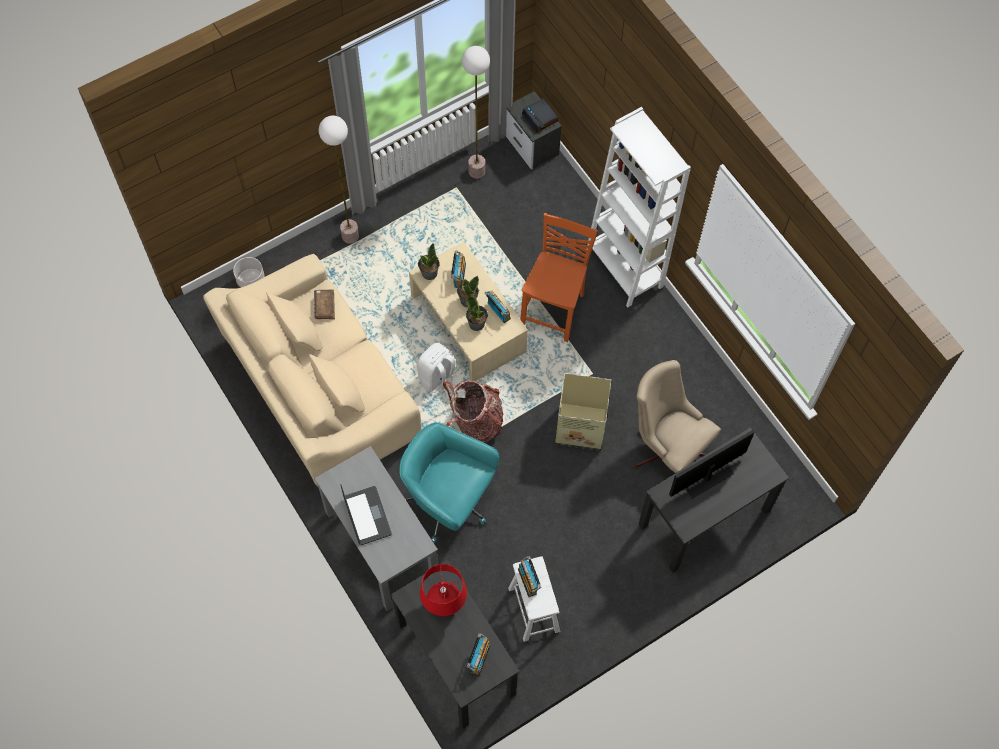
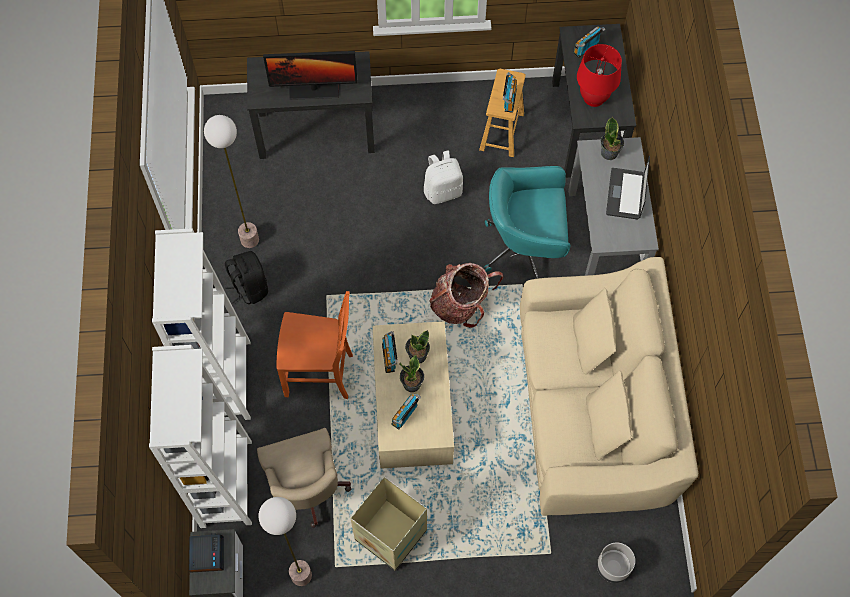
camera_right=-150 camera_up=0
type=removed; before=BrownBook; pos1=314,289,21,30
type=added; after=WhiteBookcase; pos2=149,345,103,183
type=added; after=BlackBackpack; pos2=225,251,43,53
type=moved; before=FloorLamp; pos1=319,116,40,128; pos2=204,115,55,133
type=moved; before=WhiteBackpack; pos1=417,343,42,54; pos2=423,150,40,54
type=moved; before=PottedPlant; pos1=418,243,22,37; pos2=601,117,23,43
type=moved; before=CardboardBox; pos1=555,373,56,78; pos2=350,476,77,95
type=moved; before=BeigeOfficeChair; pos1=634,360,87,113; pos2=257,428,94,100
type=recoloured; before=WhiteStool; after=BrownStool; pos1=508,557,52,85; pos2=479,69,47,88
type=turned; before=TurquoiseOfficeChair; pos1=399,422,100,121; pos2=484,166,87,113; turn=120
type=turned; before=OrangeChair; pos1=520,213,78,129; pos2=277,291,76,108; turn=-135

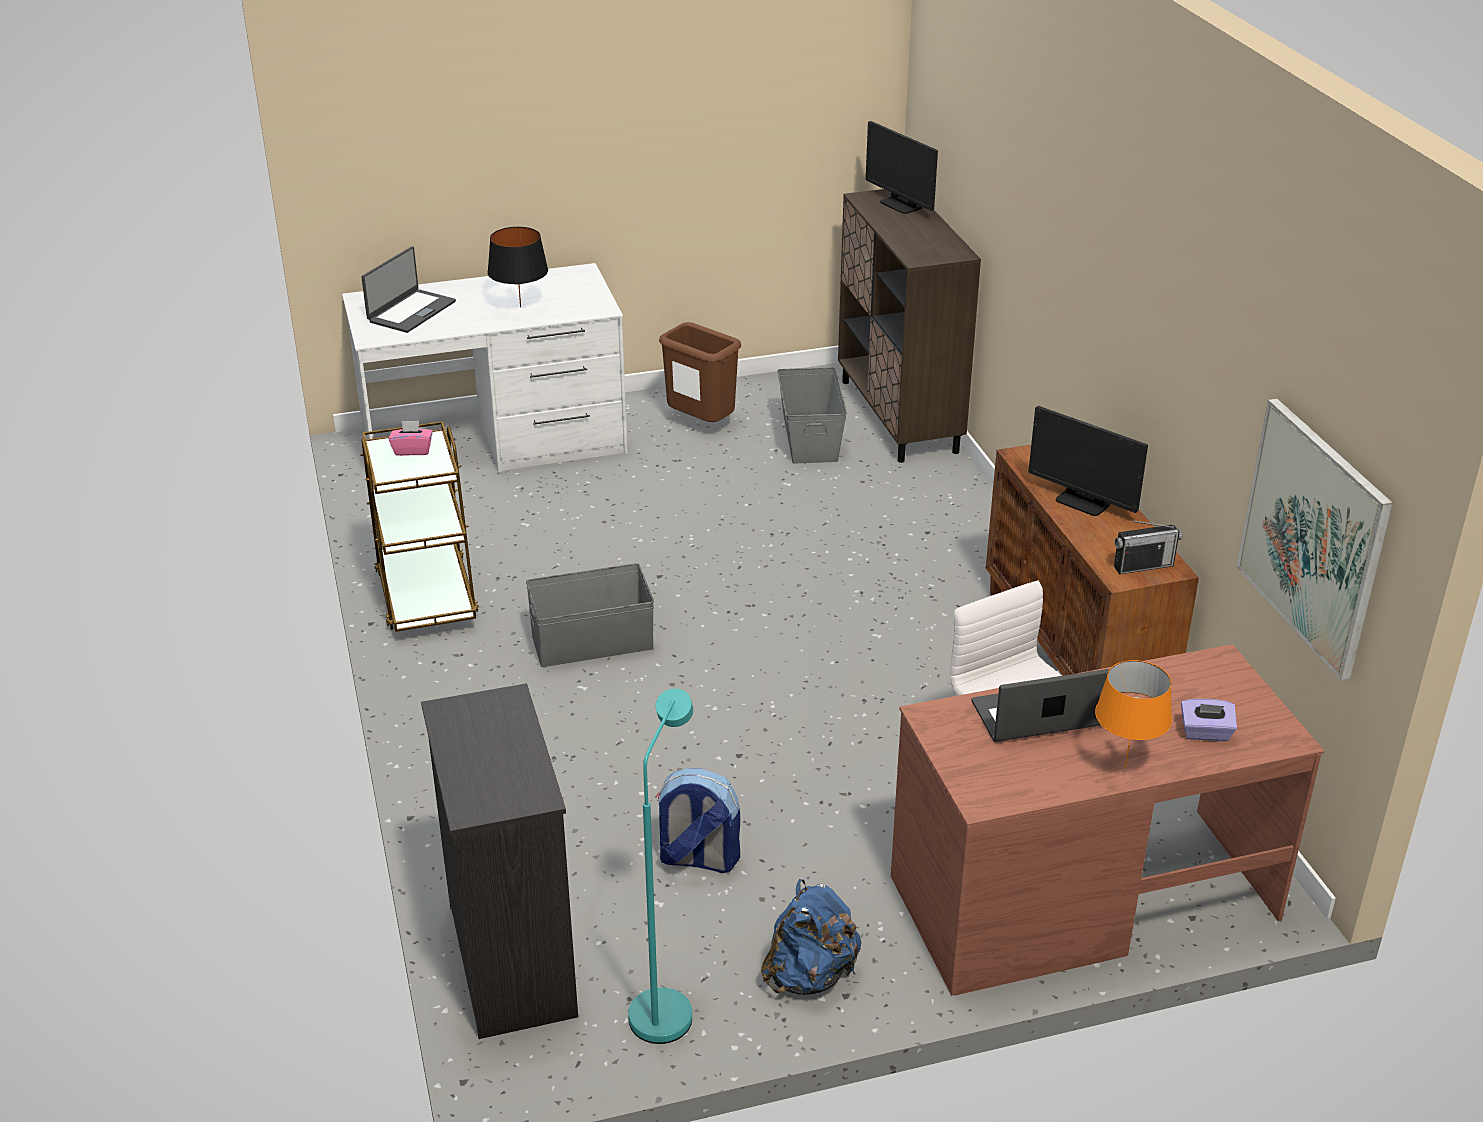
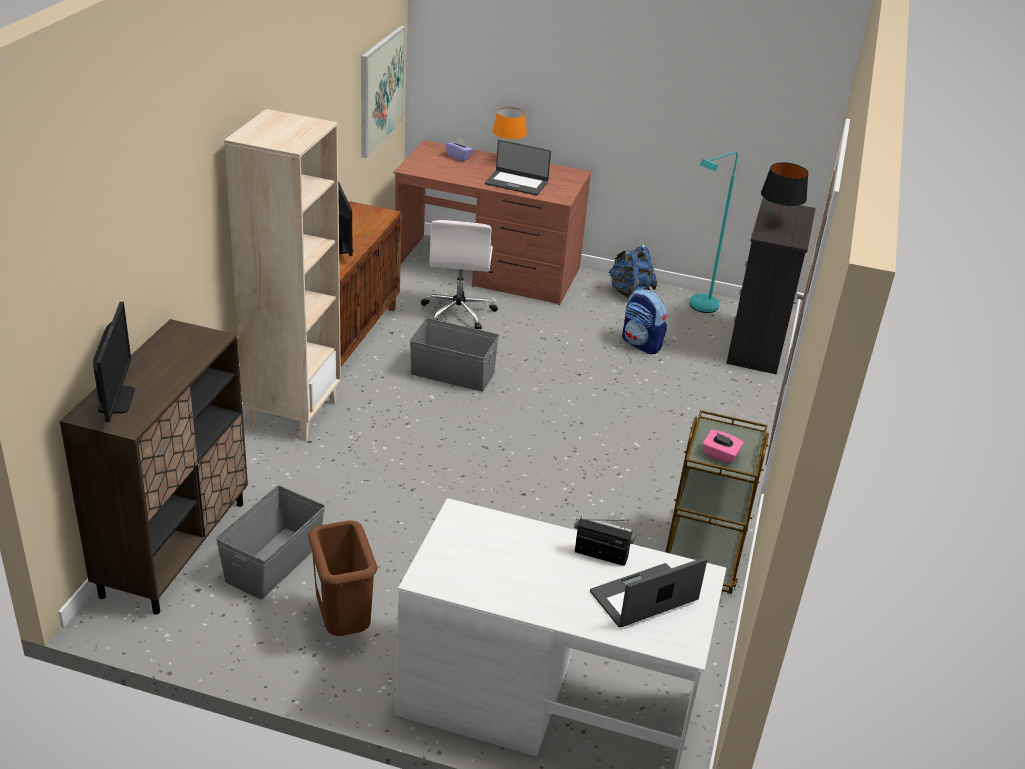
camera_right=-150 camera_up=0
type=added; after=BeigeBookcase; pos2=224,109,117,332
type=moved; before=BlackTableLamp; pos1=487,227,61,81; pos2=761,162,48,60
type=moved; before=GreyStorageBox; pos1=526,563,128,104; pos2=410,318,89,73
type=moved; before=Radio; pos1=1114,520,68,54; pos2=574,516,62,50

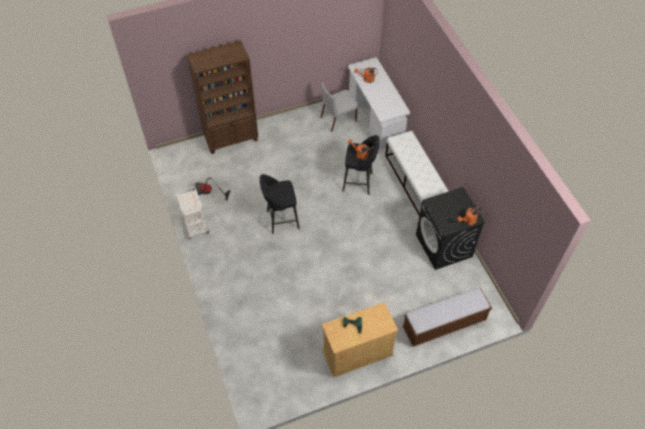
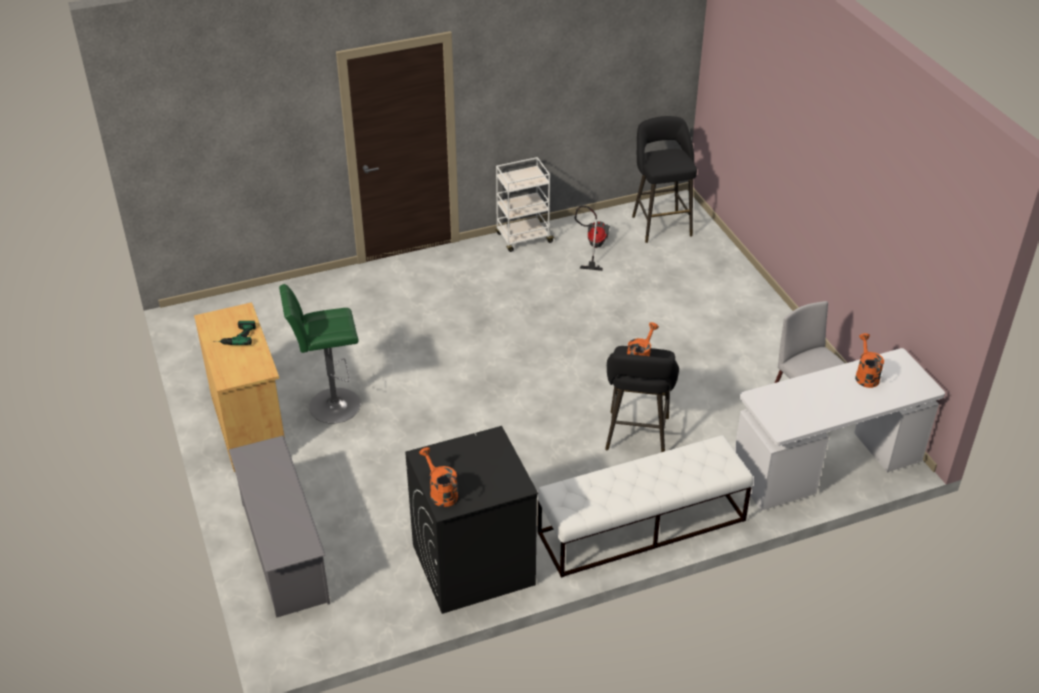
camera_right=90 camera_up=-15
type=removed; before=BrownBookcase; pos1=187,40,71,114
type=added; after=GreenStool; pos2=279,284,81,140
type=moved; before=BlackStool; pos1=260,174,40,60; pos2=632,116,65,127
type=replaced; before=Bench; after=GreyShoeRack; pos1=403,287,89,60; pos2=229,436,101,182

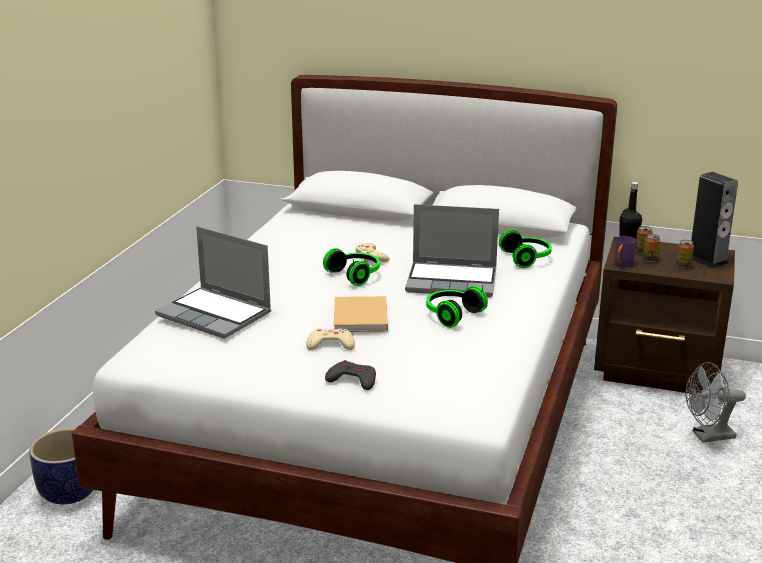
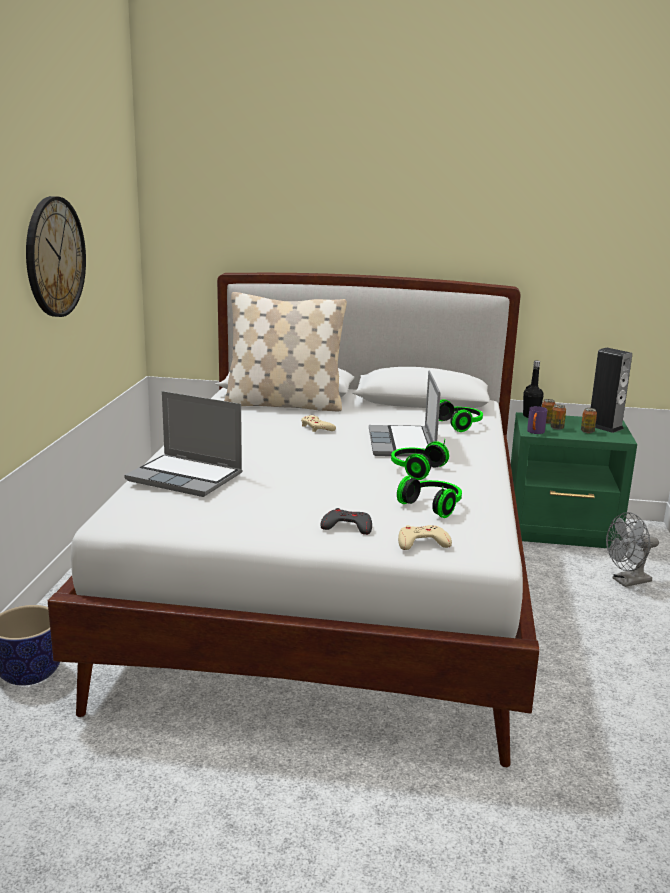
camera_right=-10 camera_up=-5
type=removed; before=BeigeBook; pos1=334,296,54,36
type=added; after=WallClock; pos2=26,196,60,121
type=added; after=BeigePillow; pos2=224,292,123,120
type=moved; before=BeigeGameController; pos1=306,328,49,22; pos2=398,525,54,25
type=moved; before=Headphones; pos1=323,248,57,38; pos2=397,476,65,42
type=recoloured; before=BrownNightstand; after=GreenNightstand; pos1=594,237,141,157; pos2=511,412,126,136
type=turned; before=Laptop; pos1=405,204,94,94; pos2=369,371,72,86; turn=90

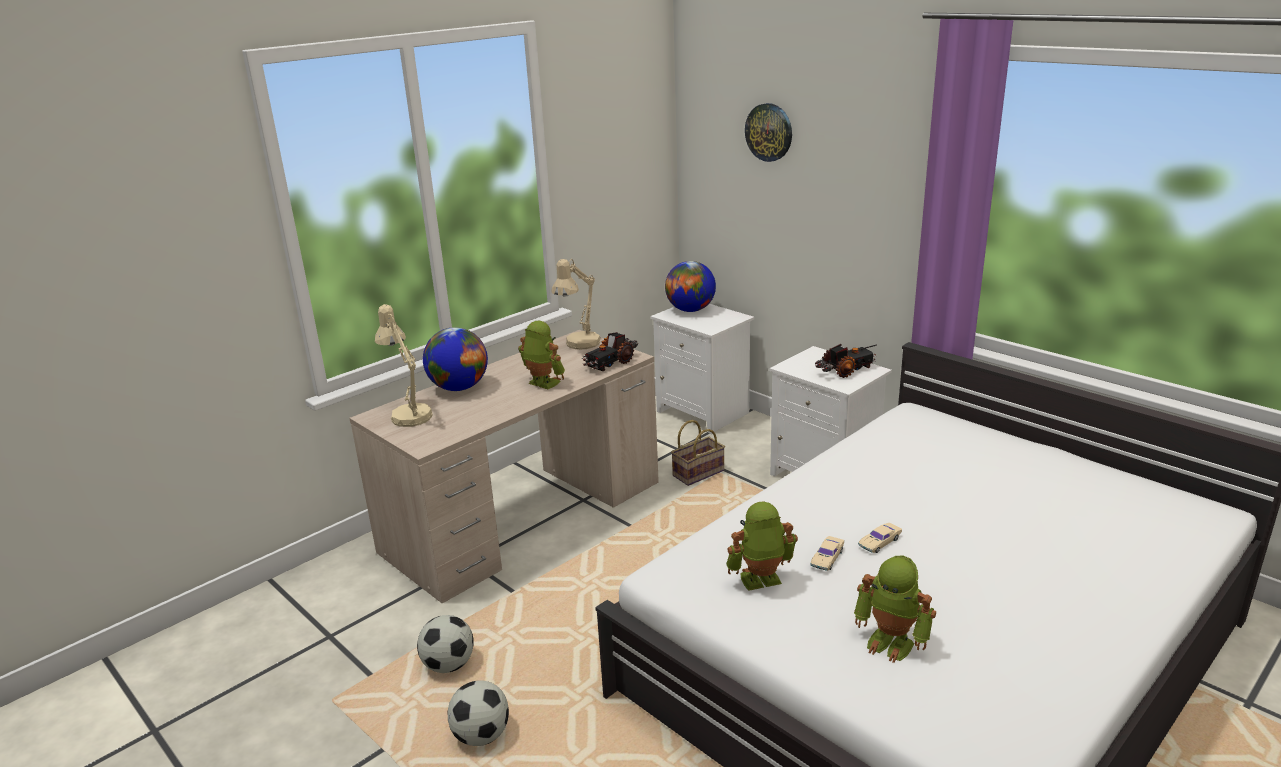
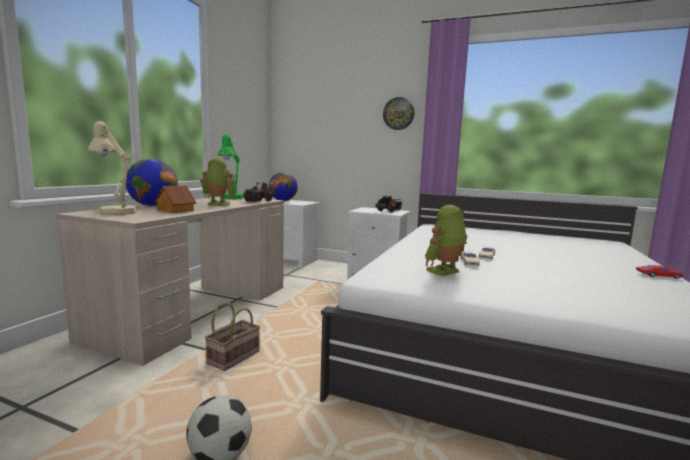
camera_right=-25 camera_up=-15
type=removed; before=Football; pos1=417,615,56,58
type=removed; before=ToyRobot; pos1=854,555,82,108
type=added; after=ToyHouse; pos2=155,185,42,28
type=added; after=RedToyCar; pos2=636,265,48,14
type=moved; before=Basket; pos1=671,420,54,66; pos2=205,302,55,69
type=moved; before=WallClock; pos1=745,103,47,59; pos2=383,97,32,33
type=recoloured; before=BeigeTableLamp; after=GreenTableLamp; pos1=551,259,49,90; pos2=218,134,26,65

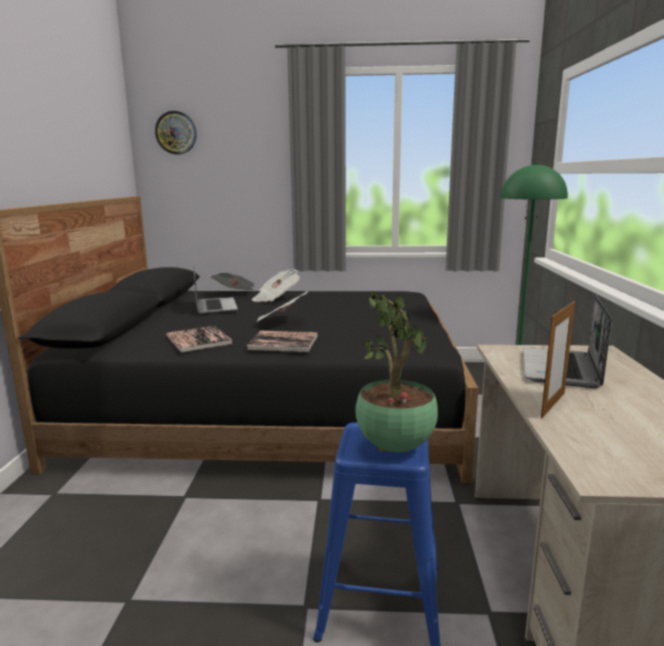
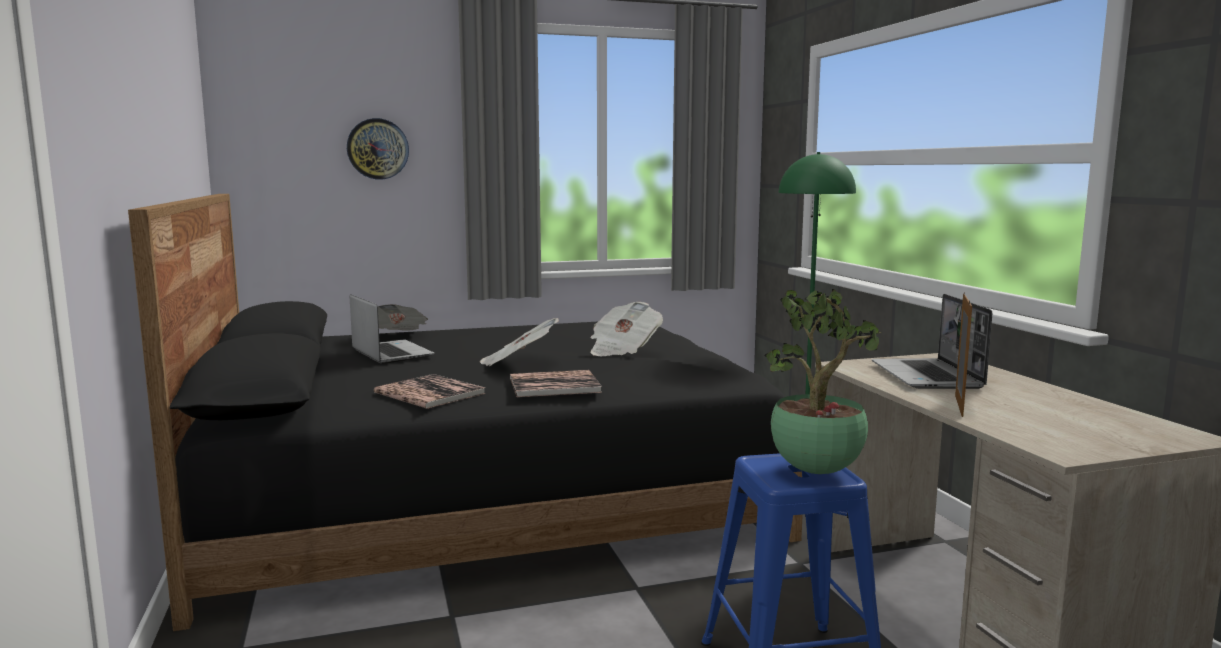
camera_right=-20 camera_up=-5
type=moved; before=WallClock; pos1=155,111,42,44; pos2=347,118,62,61
type=moved; before=Newspaper; pos1=252,269,48,33; pos2=590,302,73,54

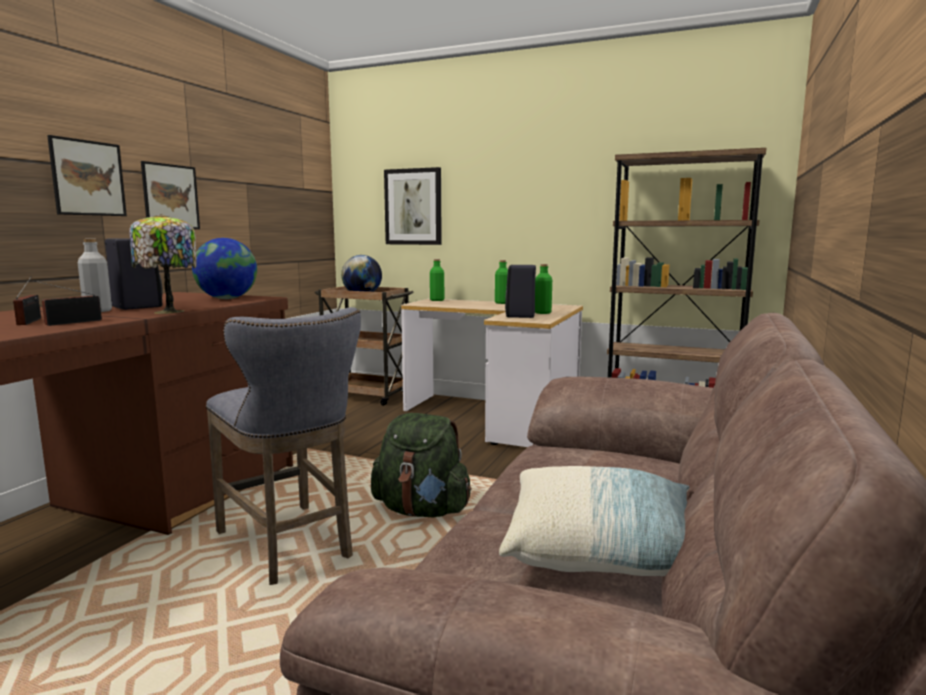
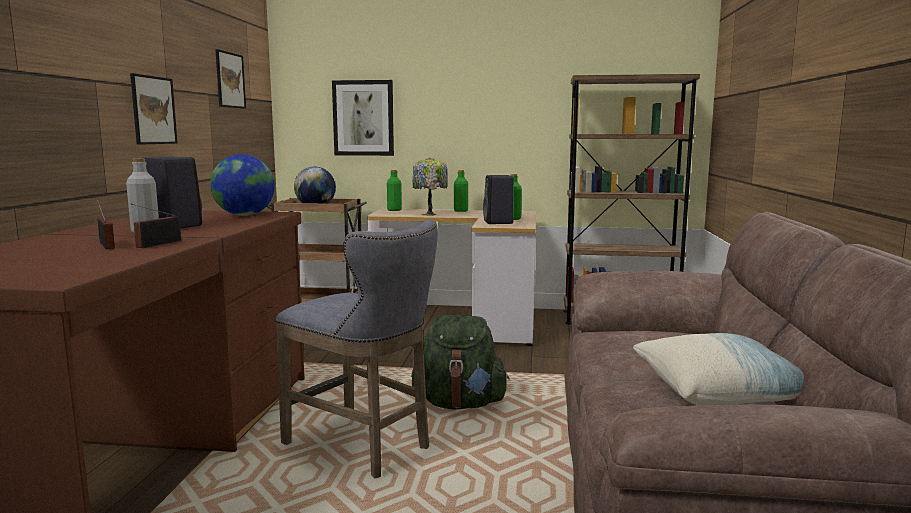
camera_right=-15 camera_up=0
type=moved; before=Picture; pos1=47,135,80,81; pos2=215,49,31,60
type=moved; before=TableLamp; pos1=129,214,68,100; pos2=413,157,35,59

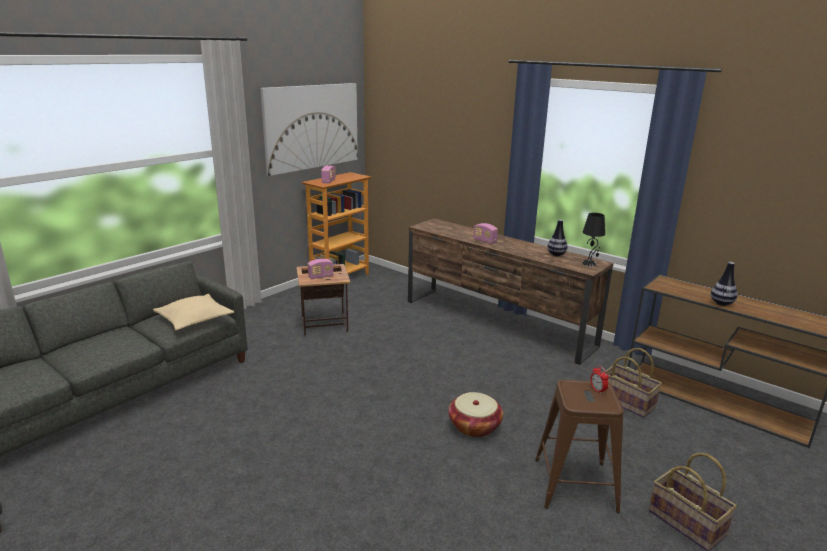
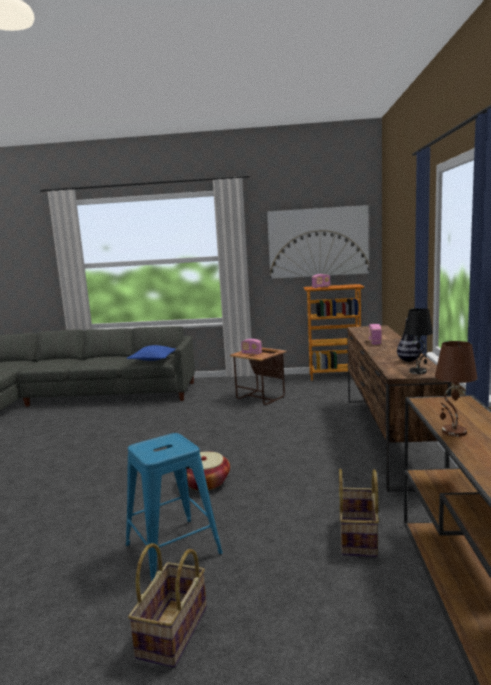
camera_right=55 camera_up=-10
type=removed; before=AlarmClock; pos1=590,365,19,30
type=replaced; before=Vase; after=BrownTableLamp; pos1=711,262,27,44; pos2=435,341,42,96
type=recoloured; before=BeigePillow; after=BluePillow; pos1=153,294,81,36; pos2=127,345,49,16
type=recoloured; before=BrownStool; after=BlueStool; pos1=535,380,89,133; pos2=126,433,97,149

